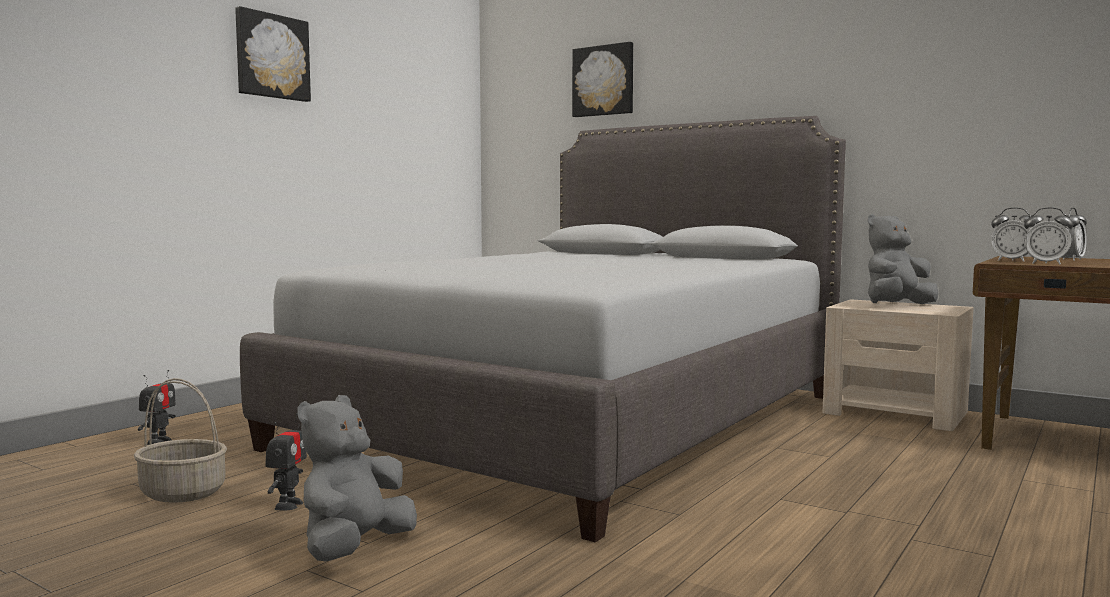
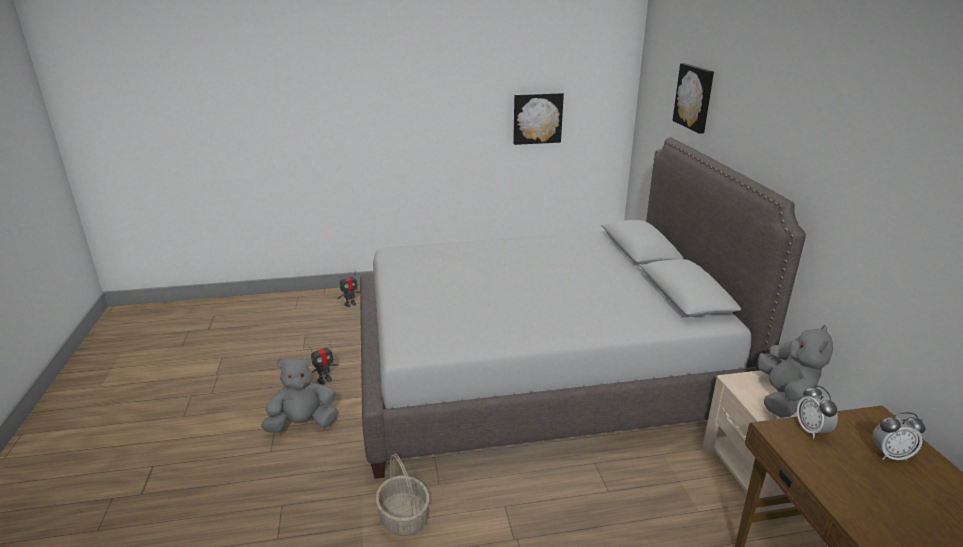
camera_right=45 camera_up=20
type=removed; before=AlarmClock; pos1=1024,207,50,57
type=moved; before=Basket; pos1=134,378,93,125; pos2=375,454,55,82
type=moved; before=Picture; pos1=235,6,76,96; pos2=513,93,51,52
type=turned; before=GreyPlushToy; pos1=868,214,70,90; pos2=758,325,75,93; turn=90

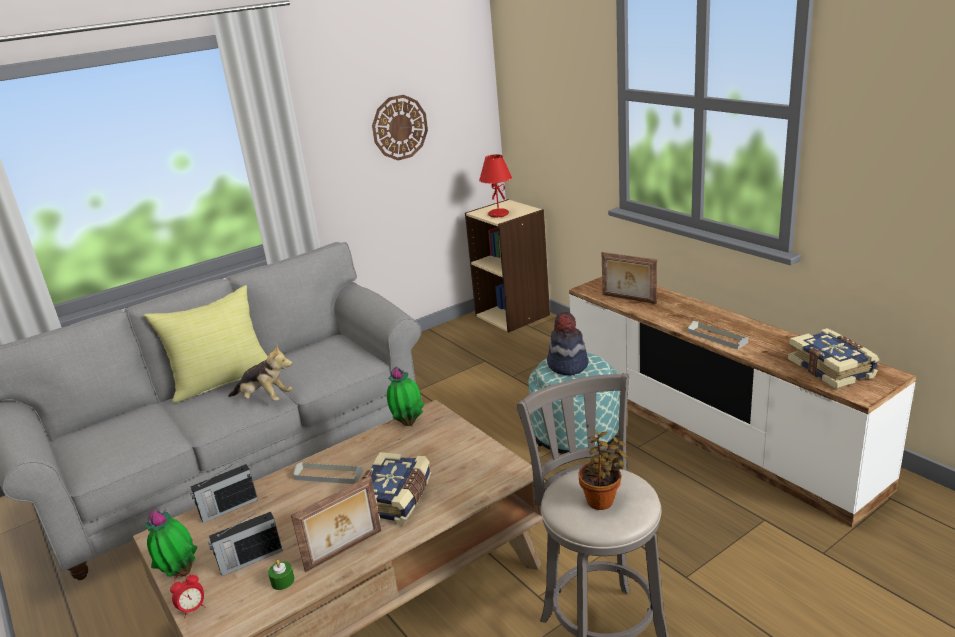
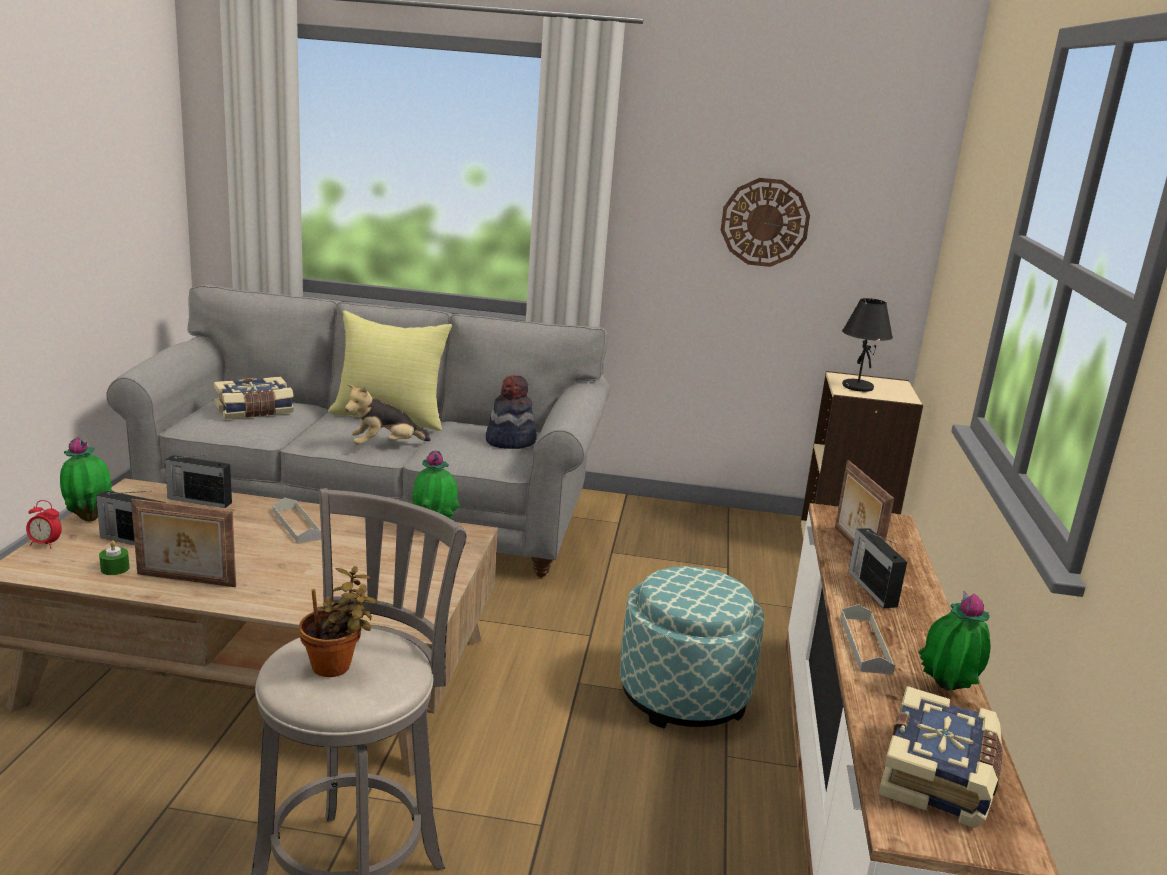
camera_right=40 camera_up=-5
type=added; after=Radio; pos2=848,528,59,80
type=added; after=PottedPlant; pos2=918,591,73,100
type=moved; before=Book; pos1=362,452,69,73; pos2=214,377,80,42
type=moved; before=Hat; pos1=547,312,42,64; pos2=486,375,51,74
type=recoloured; before=RedTableLamp; after=BlackTableLamp; pos1=479,154,33,63; pos2=842,298,51,94
type=turned; before=PlushToy; pos1=228,343,64,58; pos2=345,384,86,61; turn=90

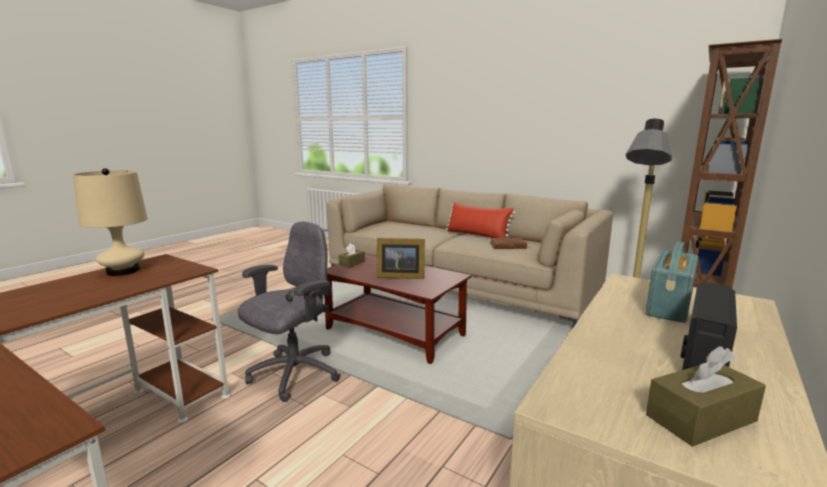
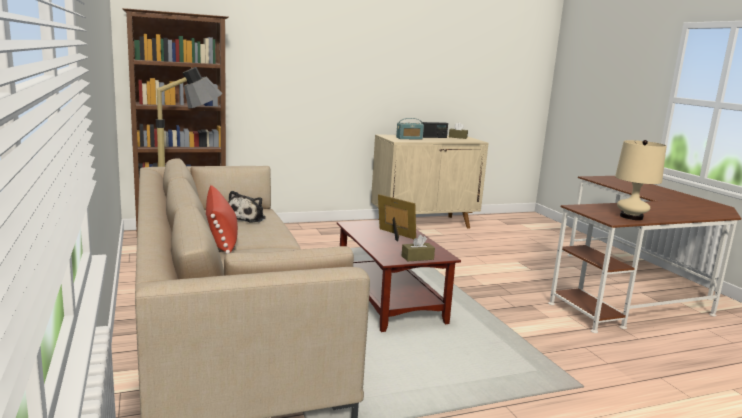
camera_right=-145 camera_up=0
type=removed; before=GreyOfficeChair; pos1=238,222,102,180
type=replaced; before=BrownBook; after=PlushToy; pos1=490,238,41,11; pos2=228,191,38,32

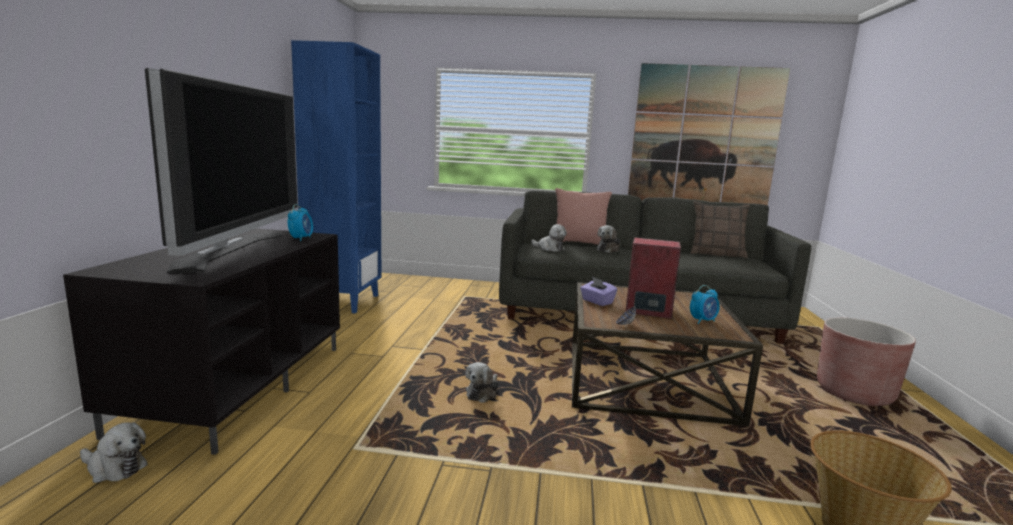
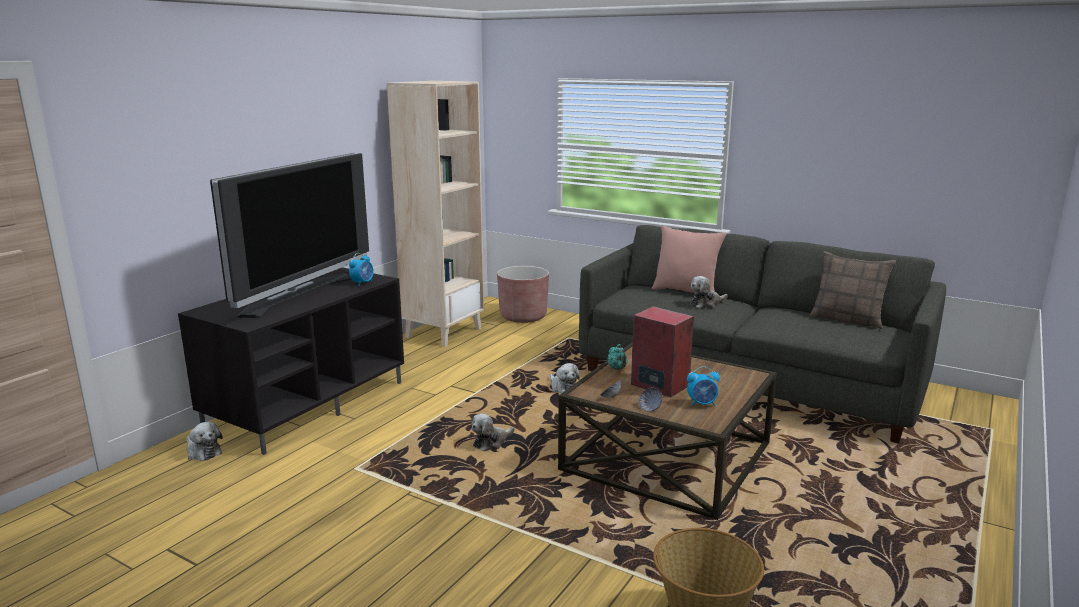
camera_right=25 camera_up=5
type=removed; before=Picture; pos1=628,63,162,143
type=added; after=Bowl; pos2=639,388,23,24
type=moved; before=PlushToy; pos1=531,224,36,28; pos2=549,363,31,30
type=moved; before=BrownPlanter; pos1=817,318,99,88; pos2=497,266,52,57
type=replaced; before=PurpleTissueBox; after=TurquoiseTeapot; pos1=580,277,37,29; pos2=607,344,21,26
type=recoloured; before=BlueBookcase; after=BeigeBookcase; pos1=291,40,90,273; pos2=387,81,97,266

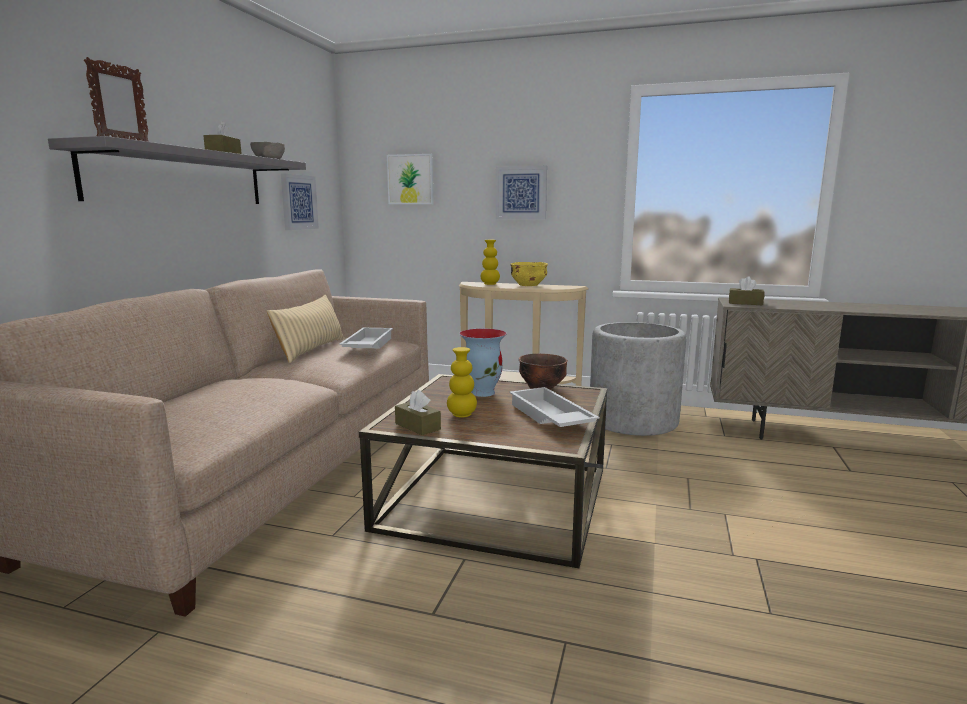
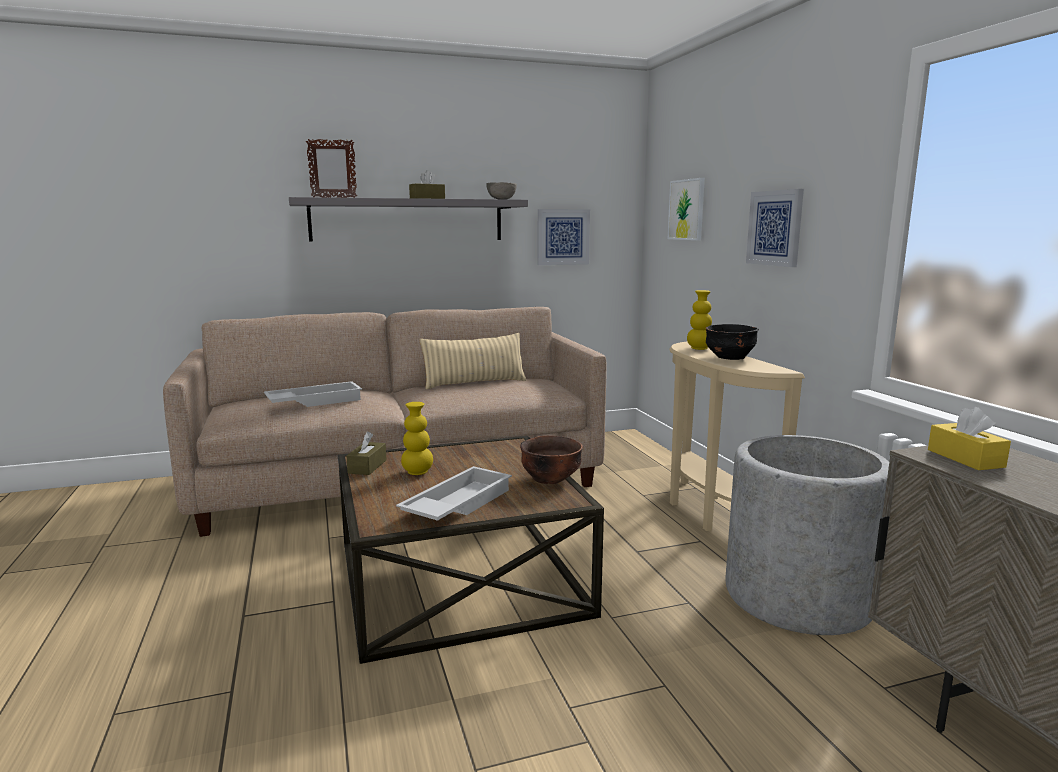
camera_right=55 camera_up=0
type=removed; before=Vase; pos1=459,329,48,68
type=moved; before=WhiteTray; pos1=339,328,54,20; pos2=264,381,98,26
type=recoloured; before=YellowBowl; after=BlackBowl; pos1=510,262,38,24; pos2=706,324,53,36
type=recoloured; before=BrownTissueBox; after=YellowTissueBox; pos1=729,276,36,29; pos2=928,407,83,63

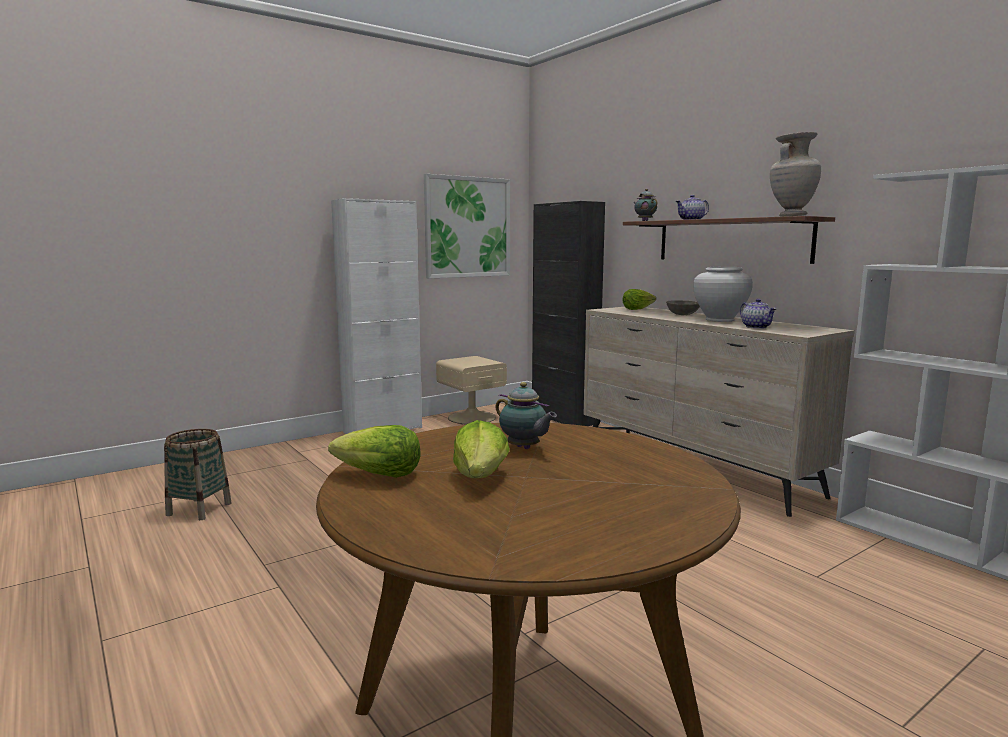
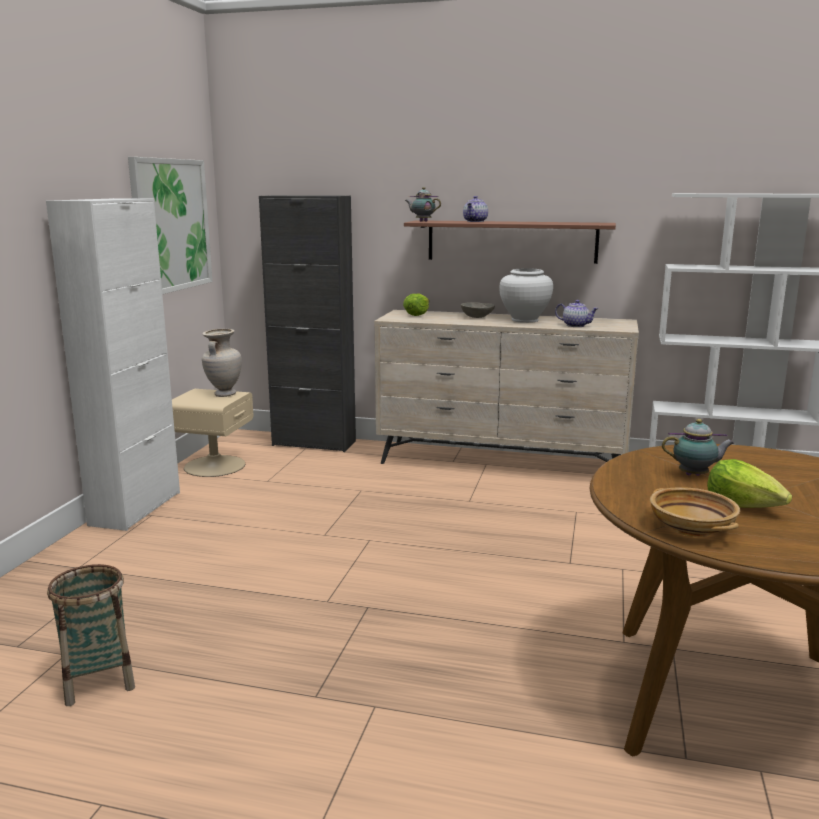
camera_right=-40 camera_up=5
type=moved; before=BeigeVase; pos1=770,132,51,85; pos2=202,329,40,68
type=replaced; before=Lettuce; after=BeigeBowl; pos1=328,425,93,53; pos2=650,487,90,50

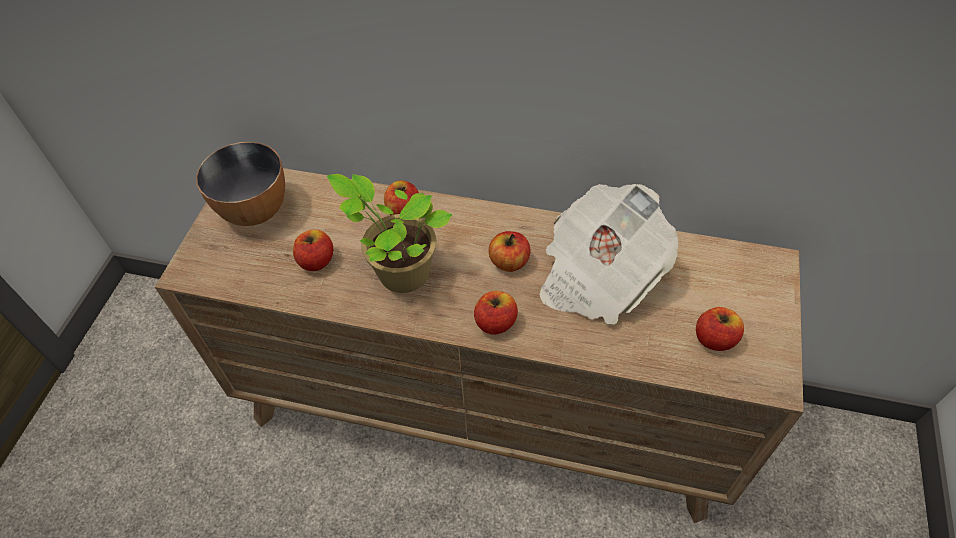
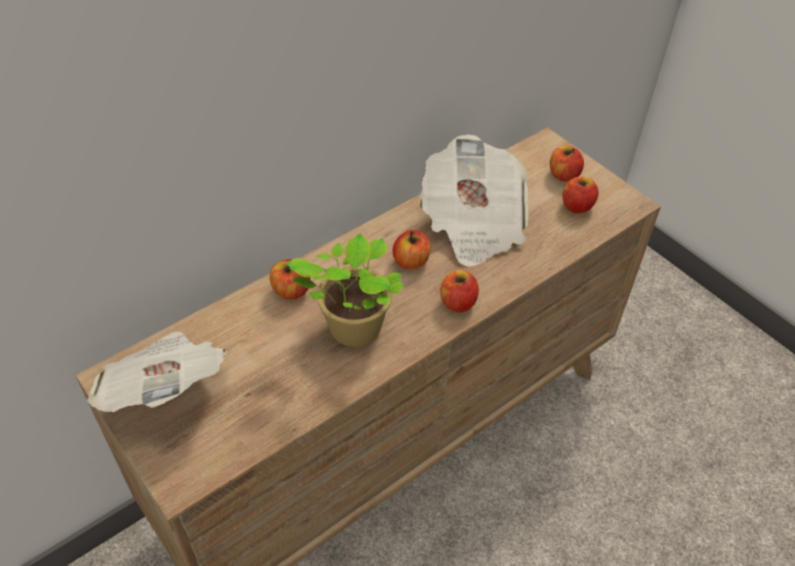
camera_right=-55 camera_up=-5
type=moved; before=Apple; pos1=293,229,40,42; pos2=550,146,34,36
type=replaced; before=Bowl; after=Newspaper; pos1=196,142,89,84; pos2=87,331,140,81

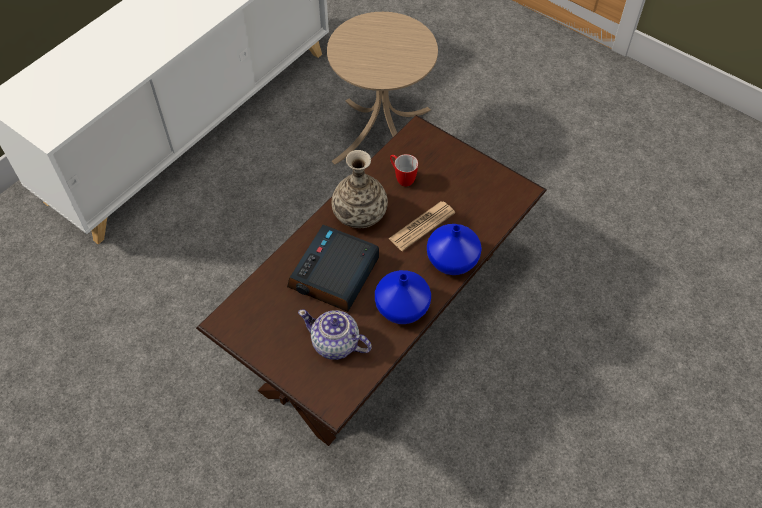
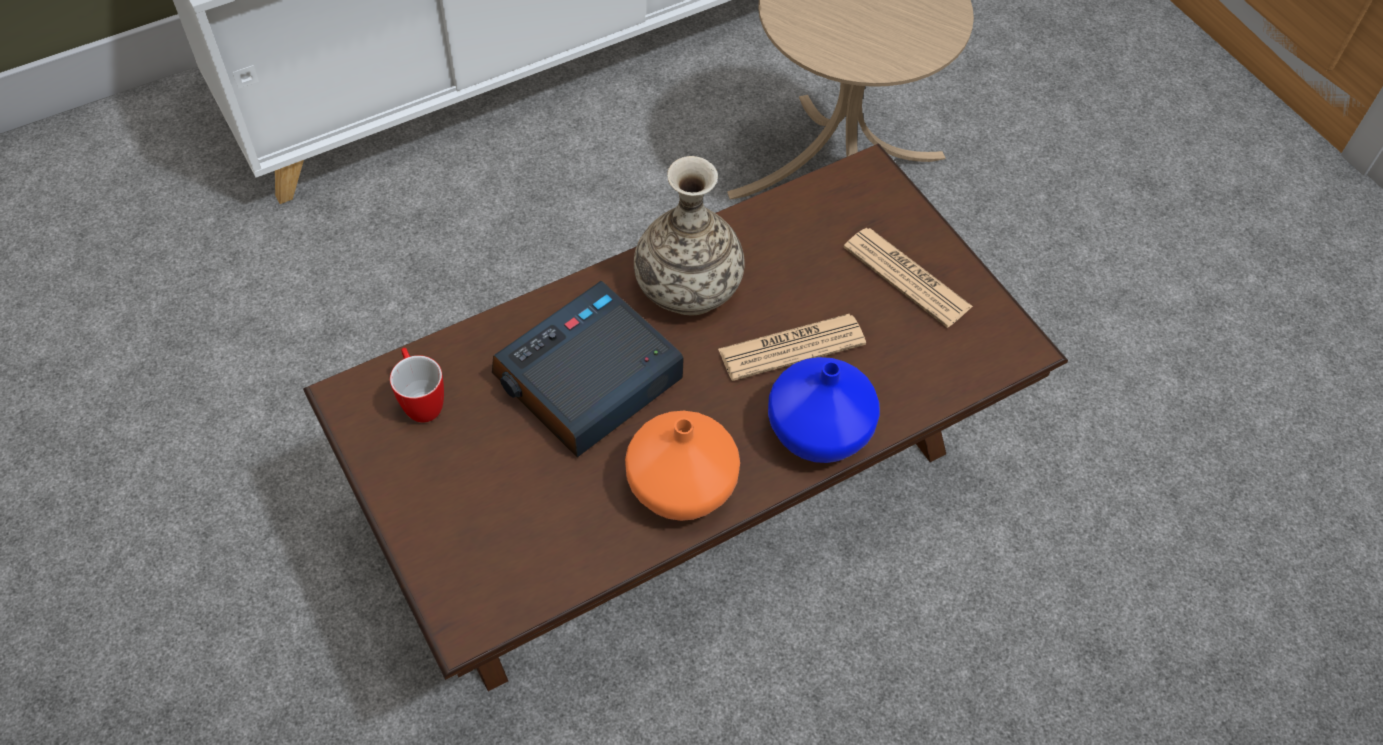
camera_right=20 camera_up=0
type=removed; before=Teapot; pos1=298,310,74,50
type=added; after=Newspaper; pos2=843,228,130,100
type=moved; before=Mug; pos1=390,154,28,33; pos2=390,348,54,74
type=recoloured; before=BlueVase; after=OrangeVase; pos1=375,270,56,54; pos2=625,411,115,110

